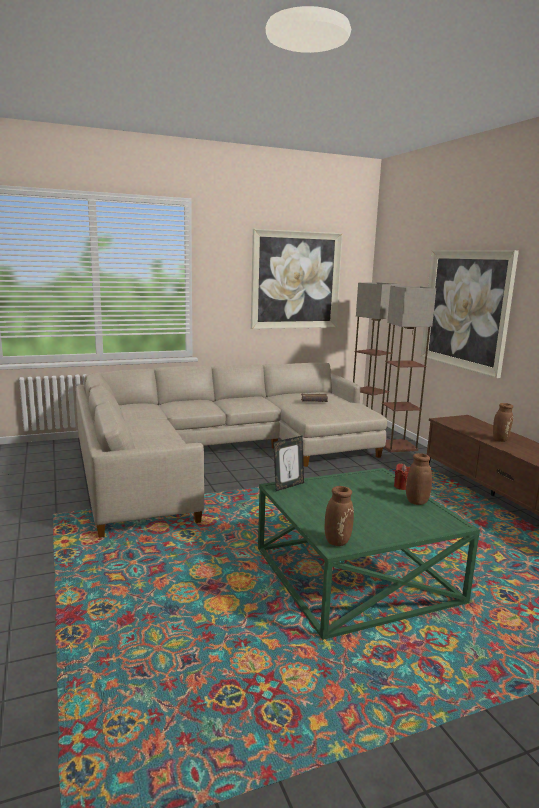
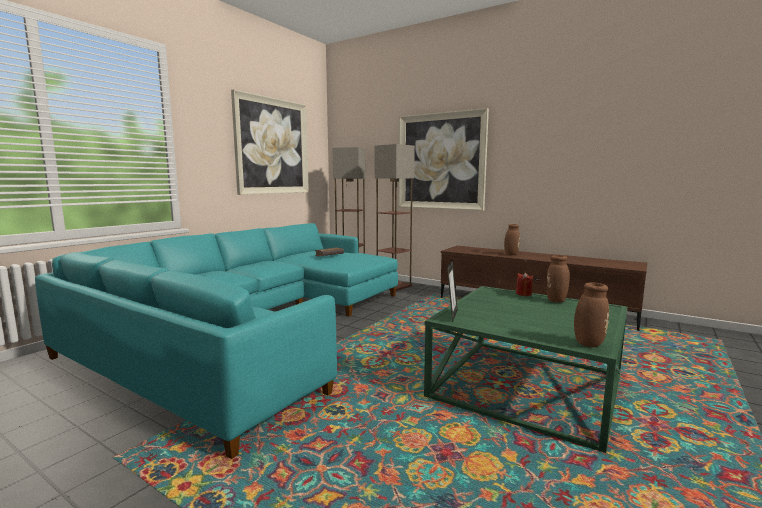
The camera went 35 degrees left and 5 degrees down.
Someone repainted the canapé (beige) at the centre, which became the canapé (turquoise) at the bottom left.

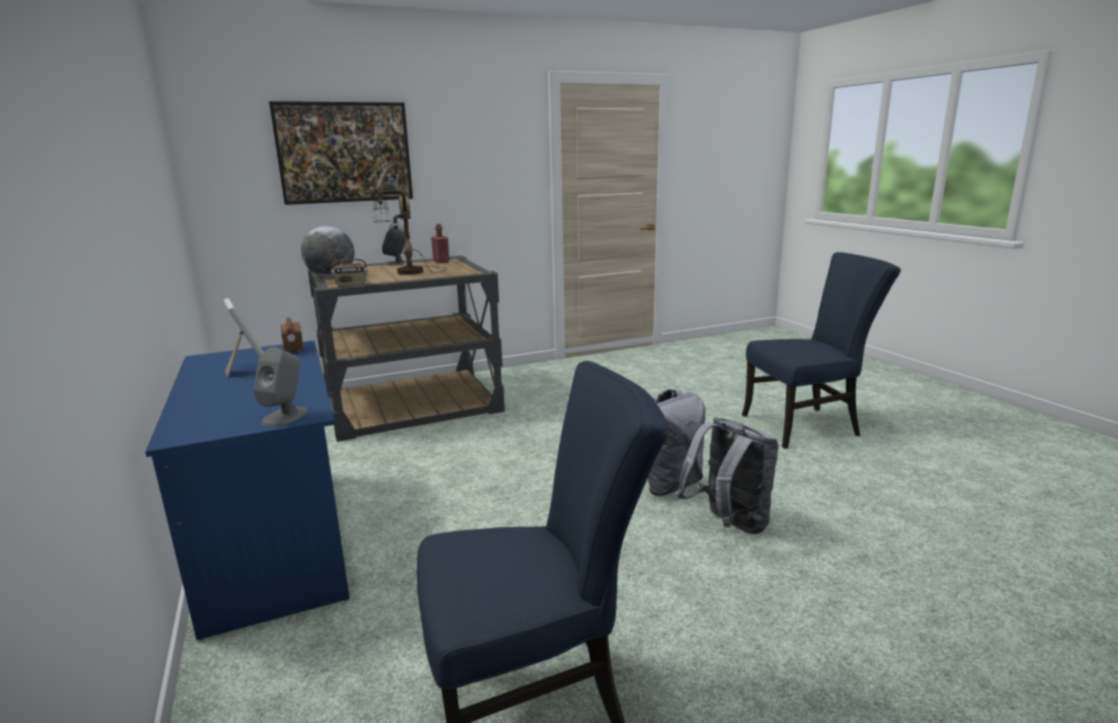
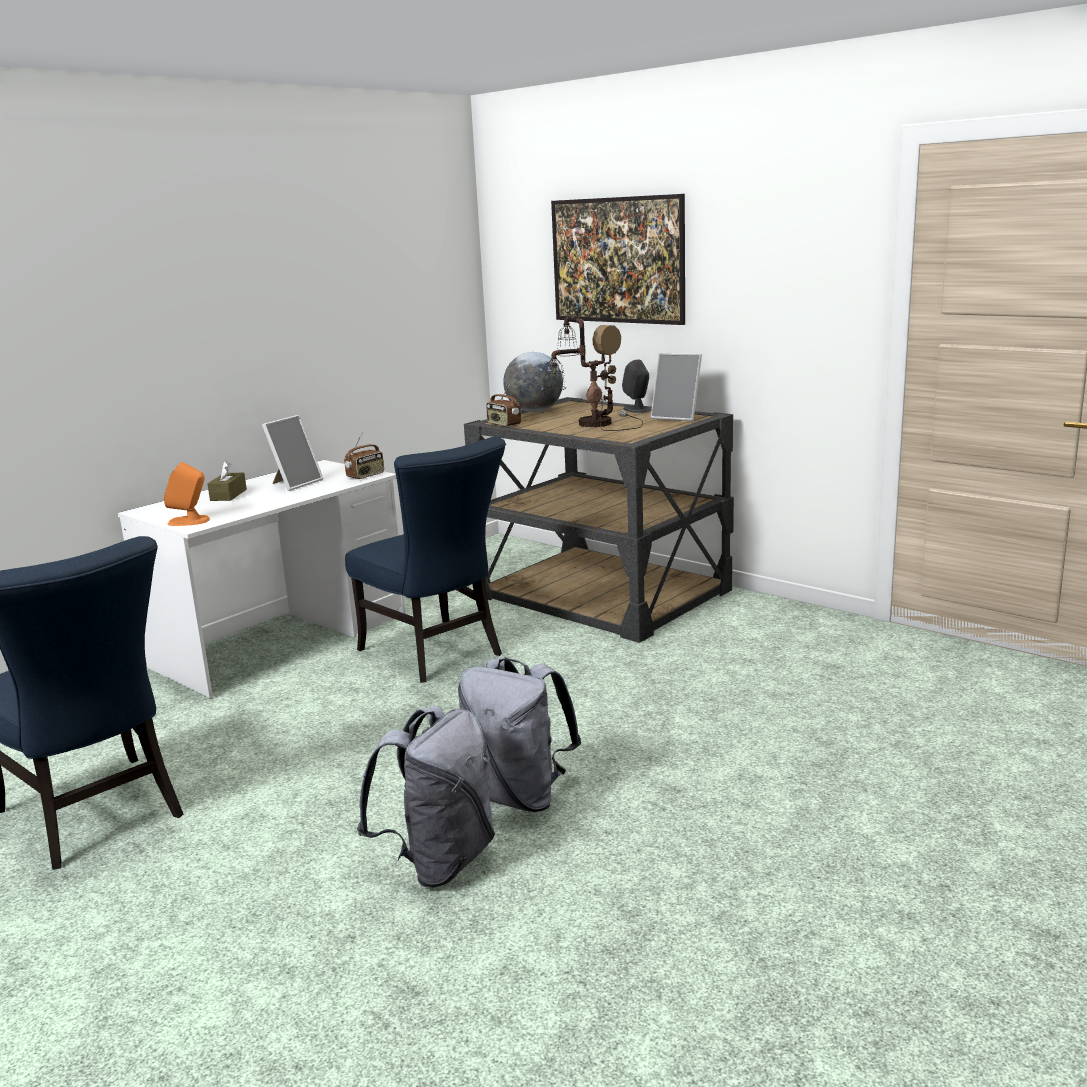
The camera went 65 degrees right and 0 degrees up.
Someone repainted the bureau (bleu) at the bottom left, which became the bureau (blanc) at the middle left.
Someone repainted the enceinte (gris) (no. 1 from left) at the middle left, which became the enceinte (orange) at the middle left.
Someone swapped the bouteille (rouge) at the centre for the cadre photo (no. 2 from left) at the centre.
Someone carried the chaise (bleu) (no. 2 from left) from the middle right to the centre.
Someone put down the boîte à mouchoirs (marron) at the middle left.

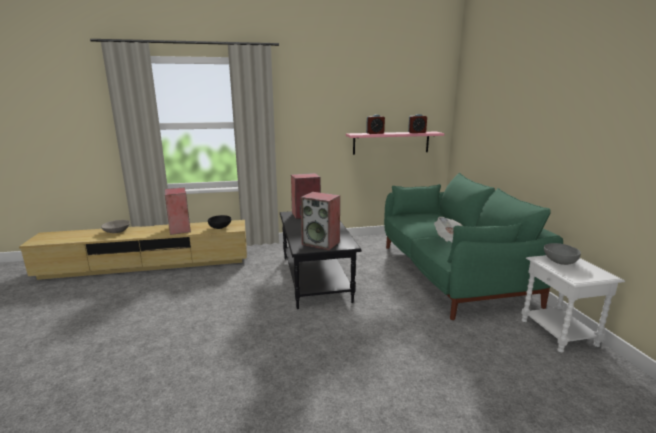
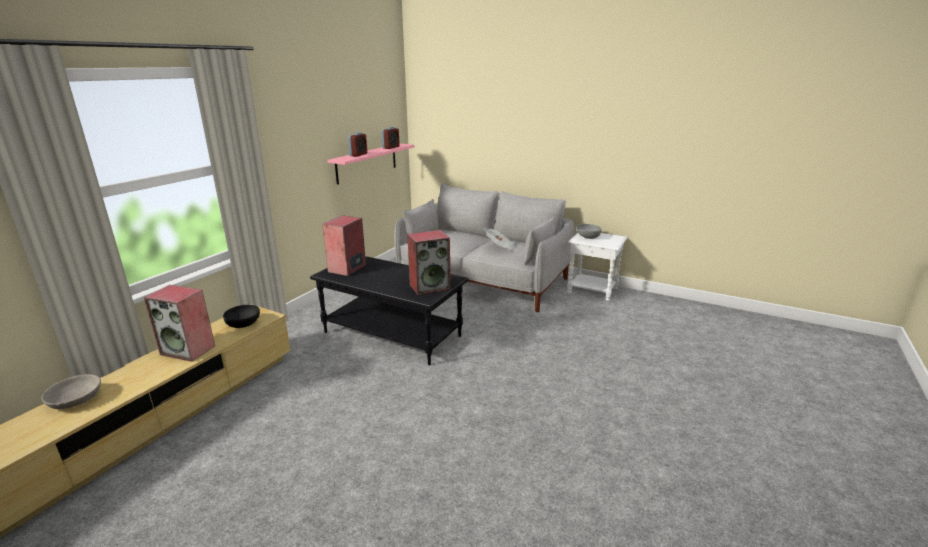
The camera went 50 degrees left and 5 degrees up.
Someone repainted the canapé (vert) at the middle right, which became the canapé (gris) at the centre.

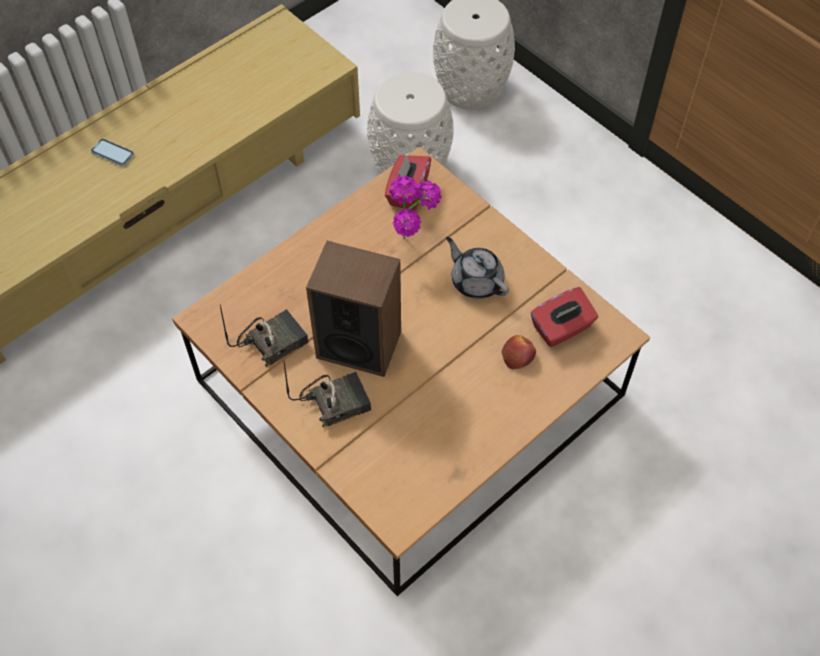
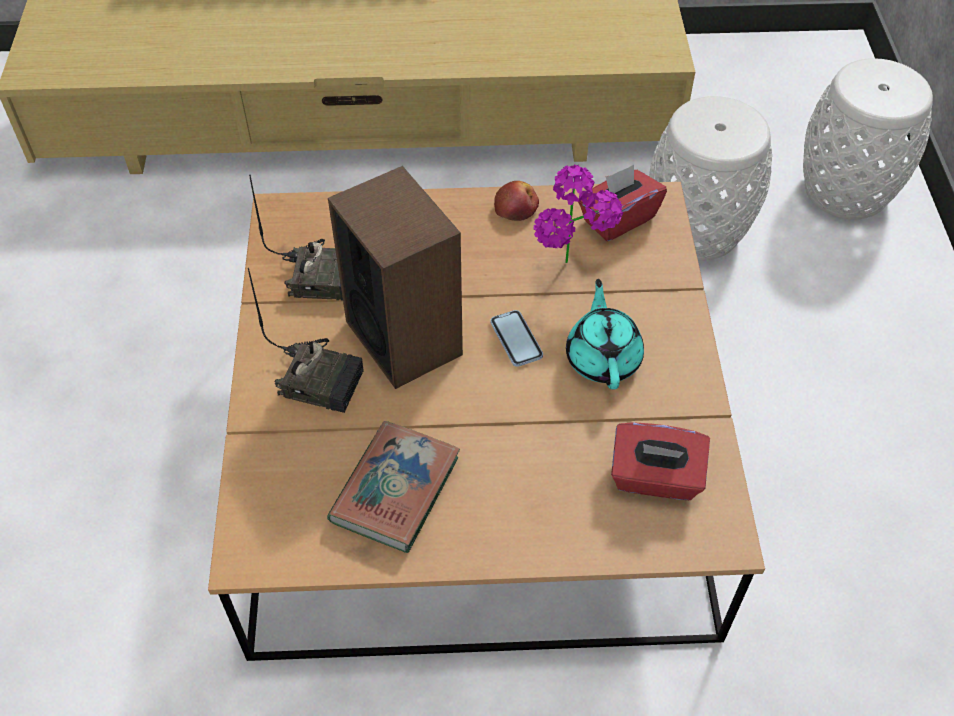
The camera went 40 degrees right and 5 degrees down.
Someone carried the téléphone from the top left to the centre.
Someone repainted the théière (gris) at the centre, which became the théière (turquoise) at the centre.
Someone carried the pomme from the centre to the top centre.
Someone put down the livre at the bottom centre.

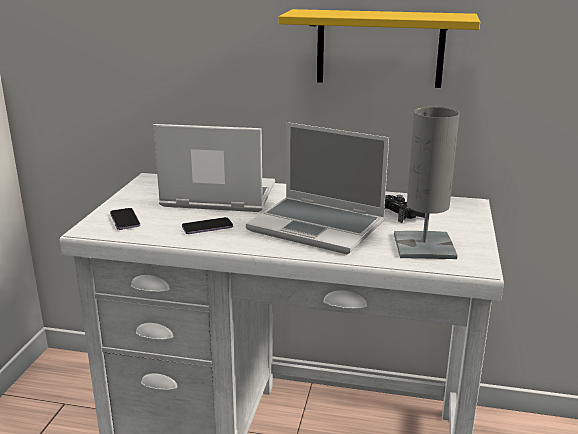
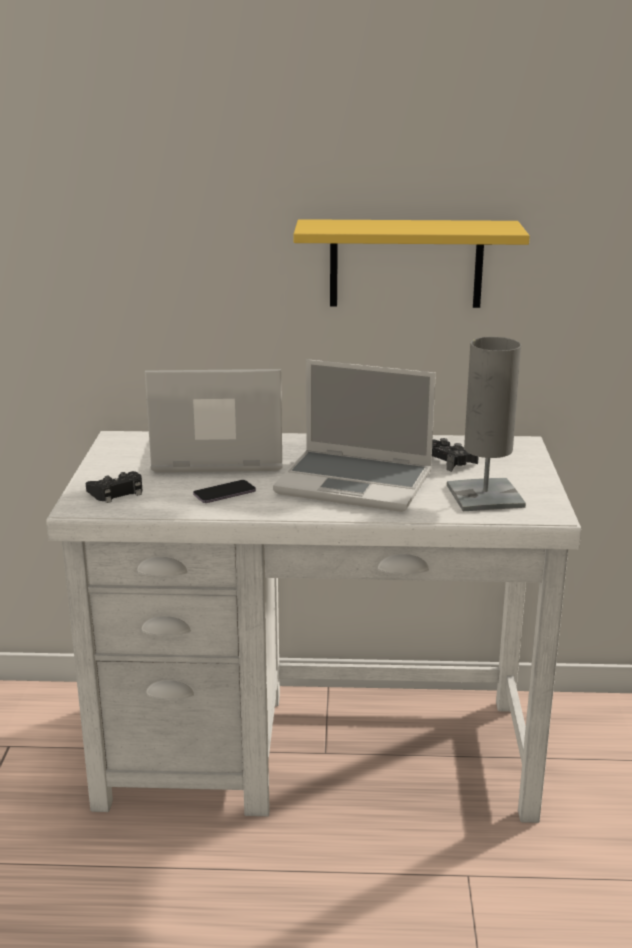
The camera went 10 degrees left and 0 degrees up.
Someone swapped the téléphone (no. 1 from left) at the middle left for the manette (noir) (no. 1 from left) at the middle left.

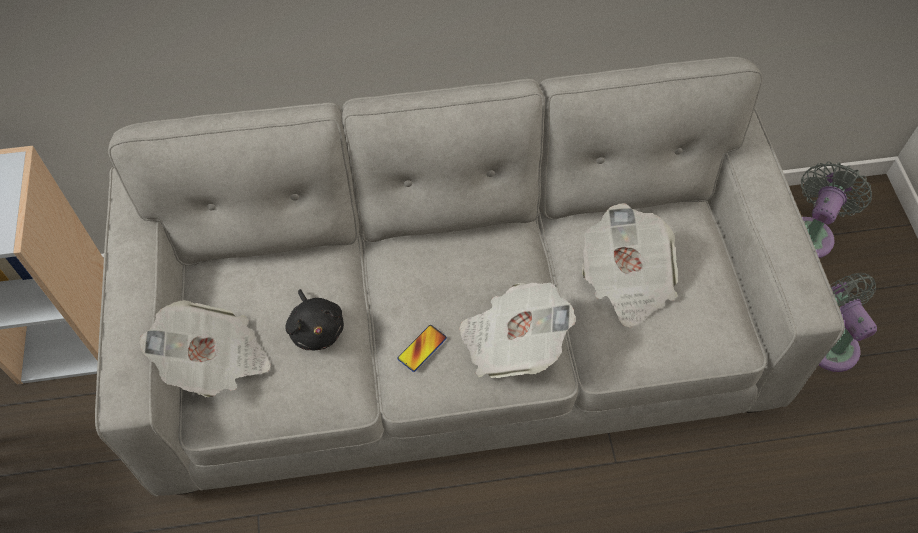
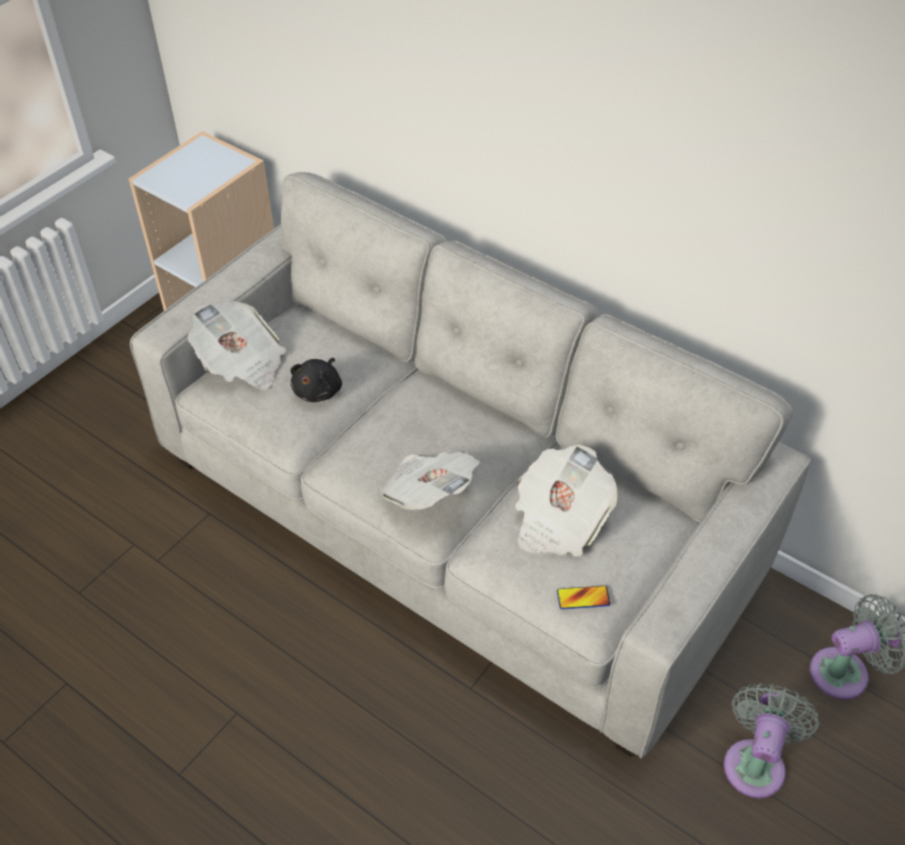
The camera went 45 degrees right and 10 degrees down.
Someone carried the téléphone from the centre to the bottom centre.

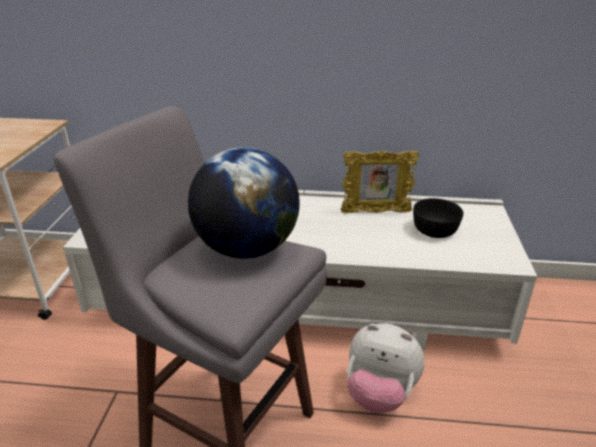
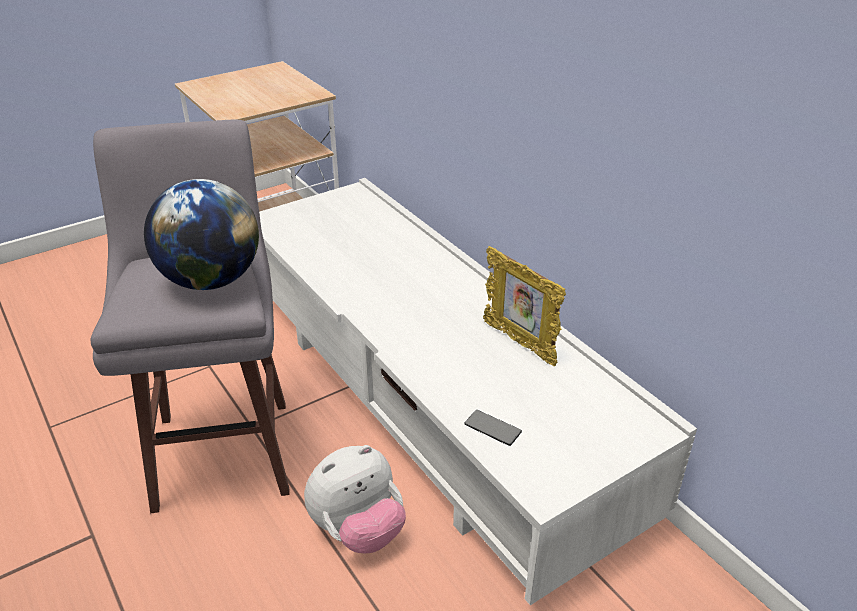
The camera went 50 degrees right and 5 degrees up.
Someone rotated the peluche at the bottom centre by 105 degrees counterclockwise.
Someone took away the bol (noir) at the middle right.
Someone put down the téléphone at the bottom centre.

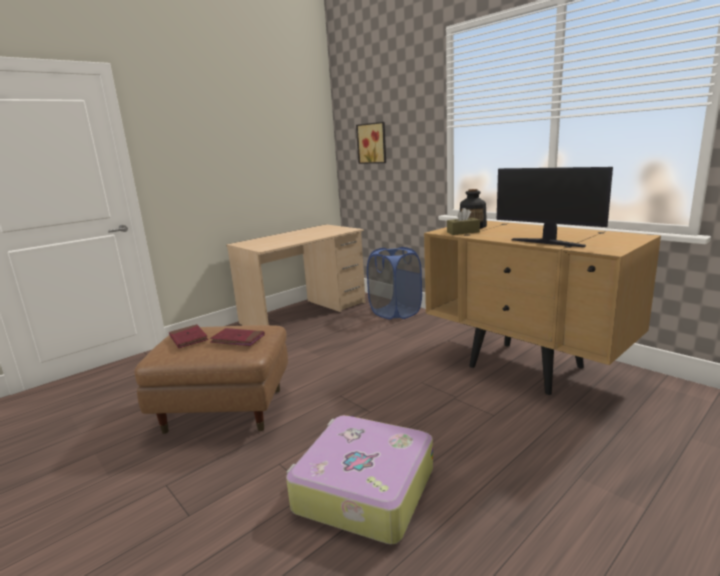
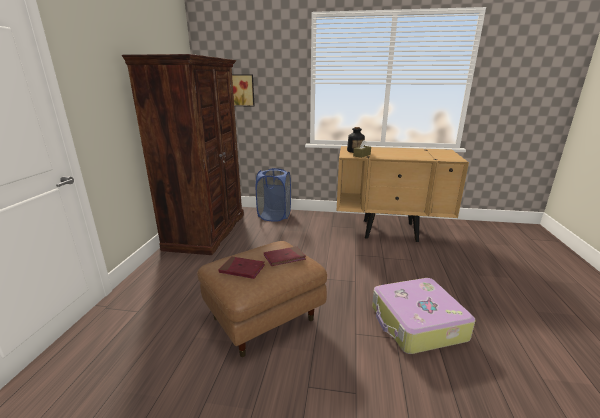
The camera went 40 degrees left and 5 degrees up.
Someone swapped the bureau (beige) at the centre for the armoire (marron) at the middle left.
Someone took away the écran d'ordinateur at the middle right.

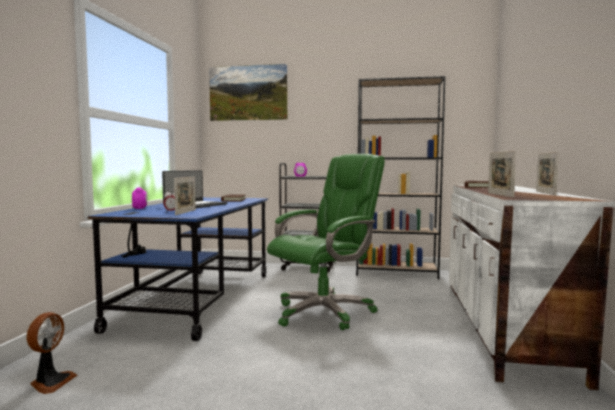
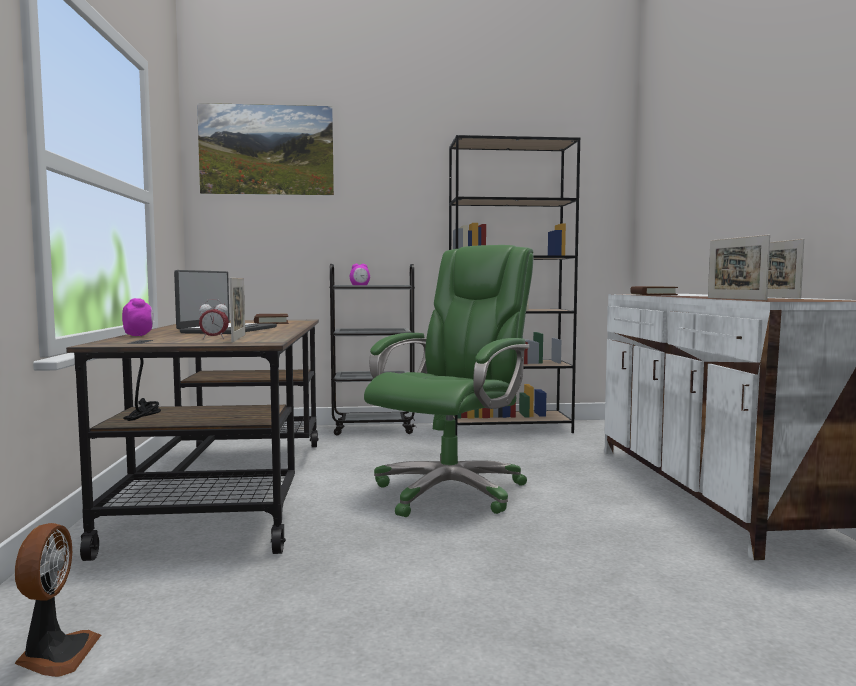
The camera went 15 degrees left and 0 degrees up.
Someone repainted the bureau (bleu) at the middle left, which became the bureau (marron) at the middle left.

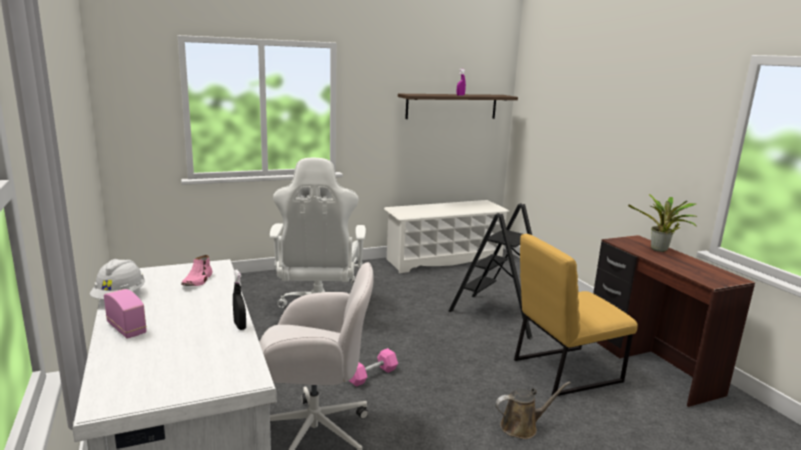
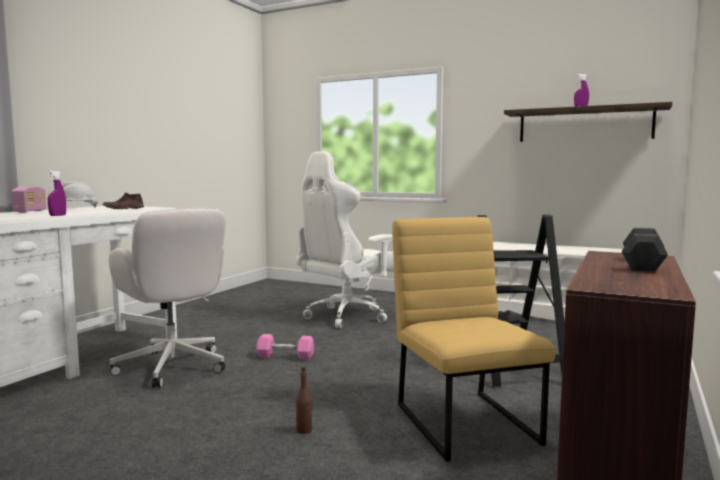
The camera went 50 degrees right and 10 degrees down.
Someone repainted the chaussure (rose) at the middle left, which became the chaussure (marron) at the middle left.
Someone repainted the vaporisateur (noir) at the bottom left, which became the vaporisateur (violet) (no. 1 from left) at the middle left.
Someone swapped the arrosoir (marron) at the bottom centre for the bouteille (marron) at the bottom centre.
Someone rotated the chaise (jaune) at the bottom right by 45 degrees clockwise.
Someone swapped the plante en pot at the middle right for the haltère (gris) at the middle right.

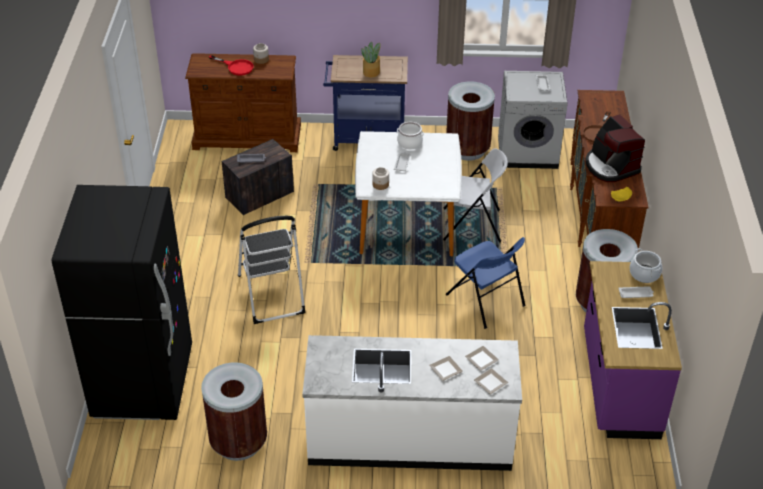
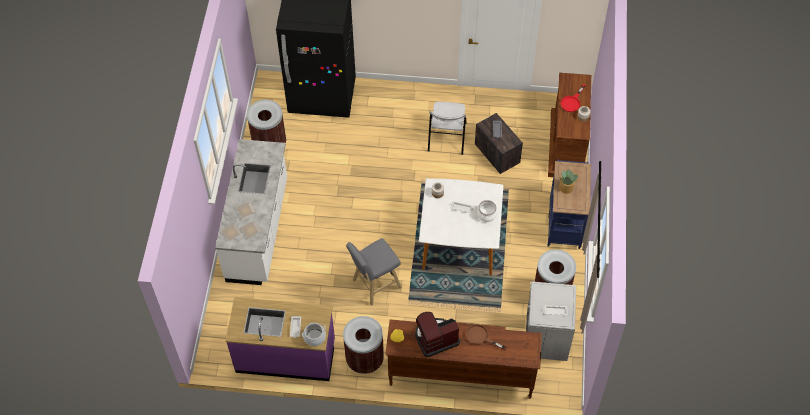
The camera went 95 degrees right and 15 degrees up.
Someone took away the escabeau at the centre.
Someone carried the chaise (blanc) from the centre to the top centre.
Someone swapped the chaise (bleu) at the centre for the tabouret (gris) at the centre.

